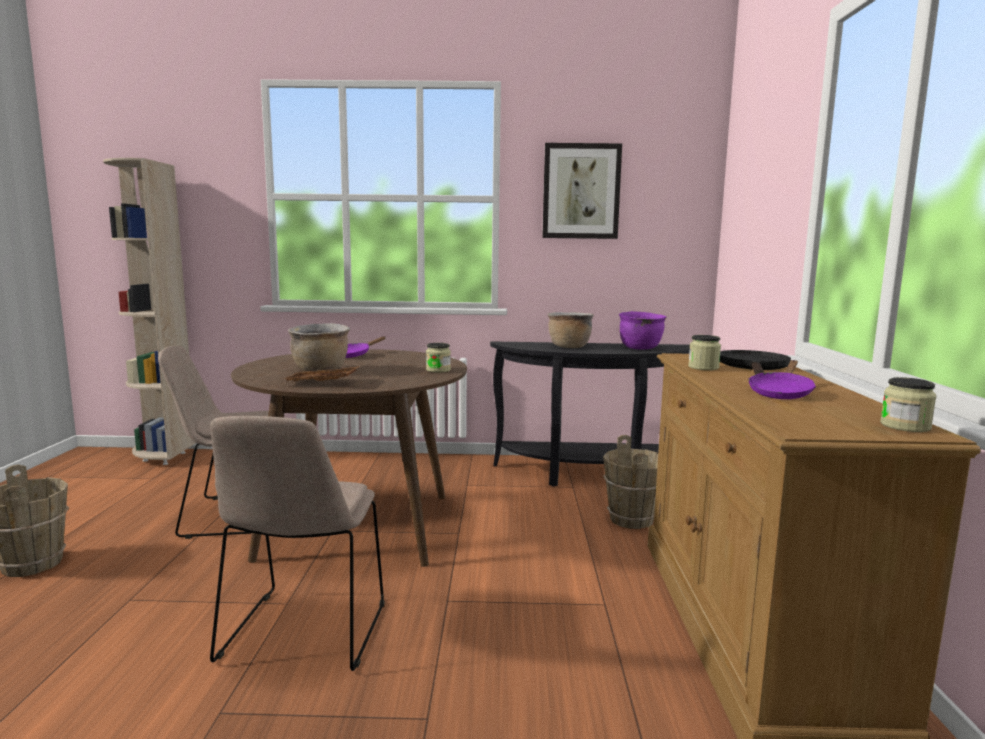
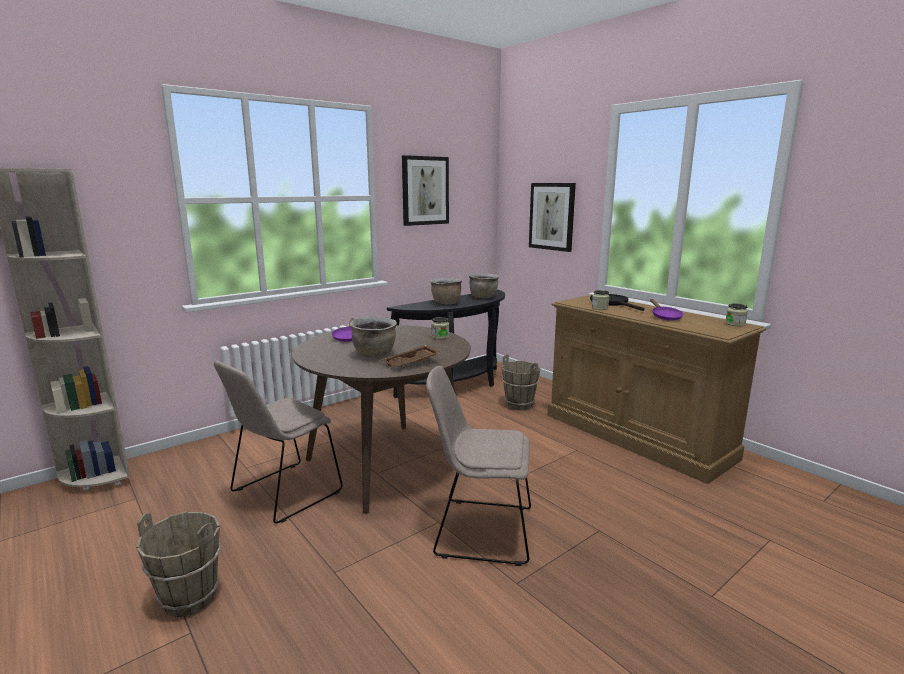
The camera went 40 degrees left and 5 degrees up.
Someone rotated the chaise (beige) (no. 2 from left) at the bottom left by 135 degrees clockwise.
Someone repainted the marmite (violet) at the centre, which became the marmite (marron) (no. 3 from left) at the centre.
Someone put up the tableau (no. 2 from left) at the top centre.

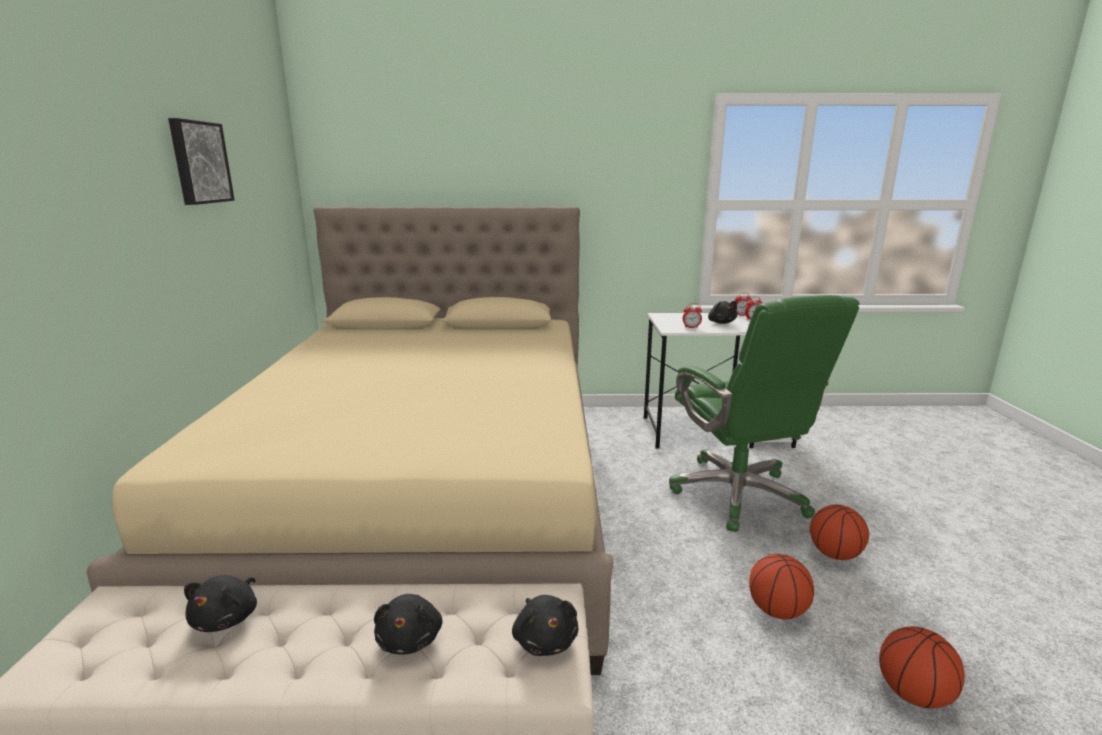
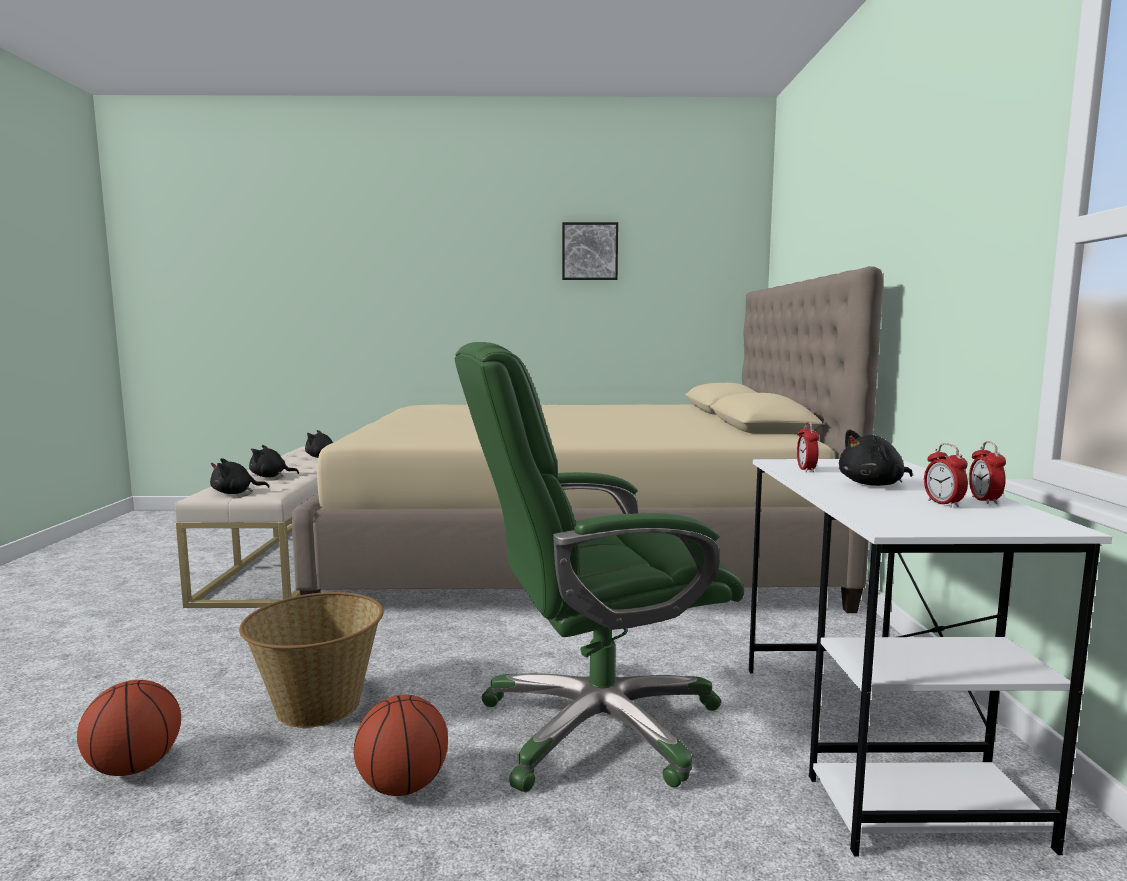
The camera went 90 degrees right and 10 degrees down.
Someone swapped the ballon de basket (no. 1 from left) at the bottom right for the panier at the bottom left.

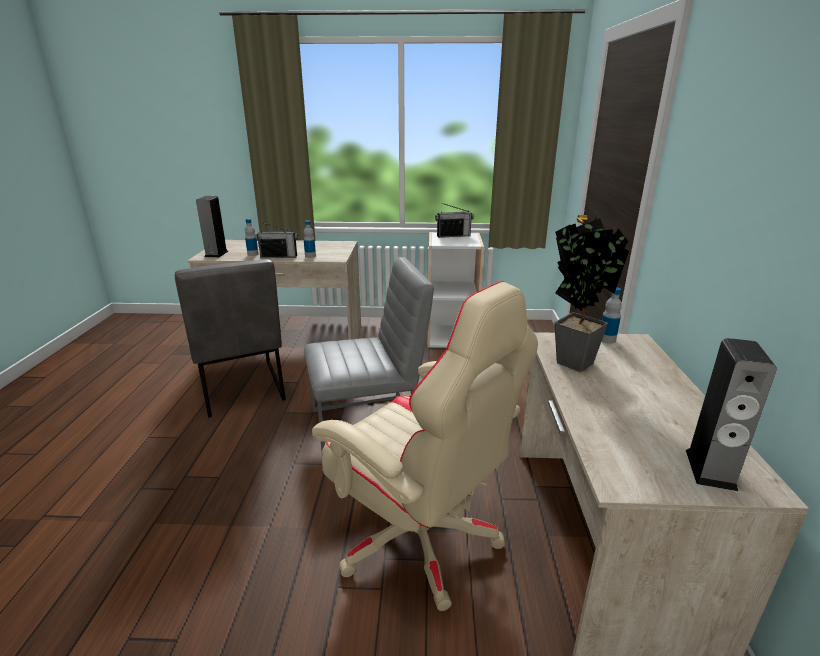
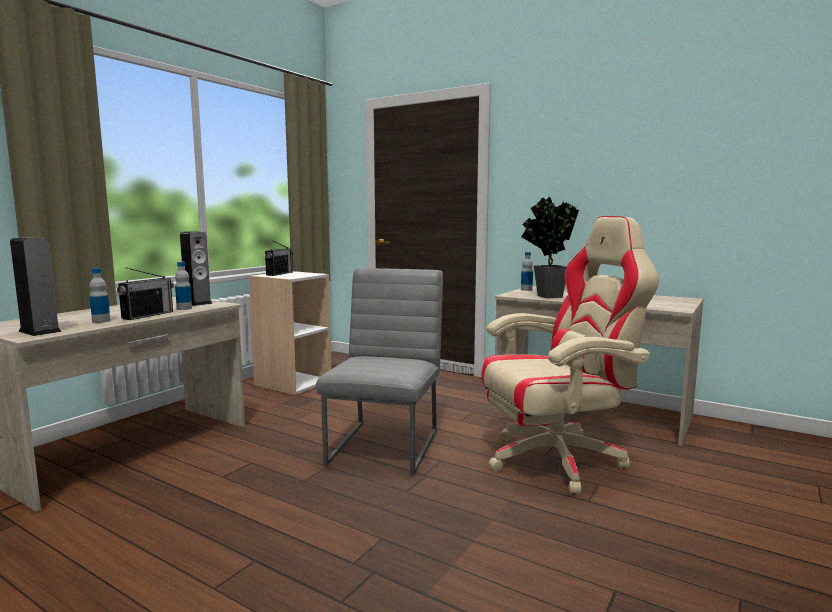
The camera went 60 degrees left and 15 degrees down.
Someone took away the chaise (gris) (no. 1 from left) at the middle left.
Someone carried the enceinte (no. 2 from left) from the middle right to the middle left.

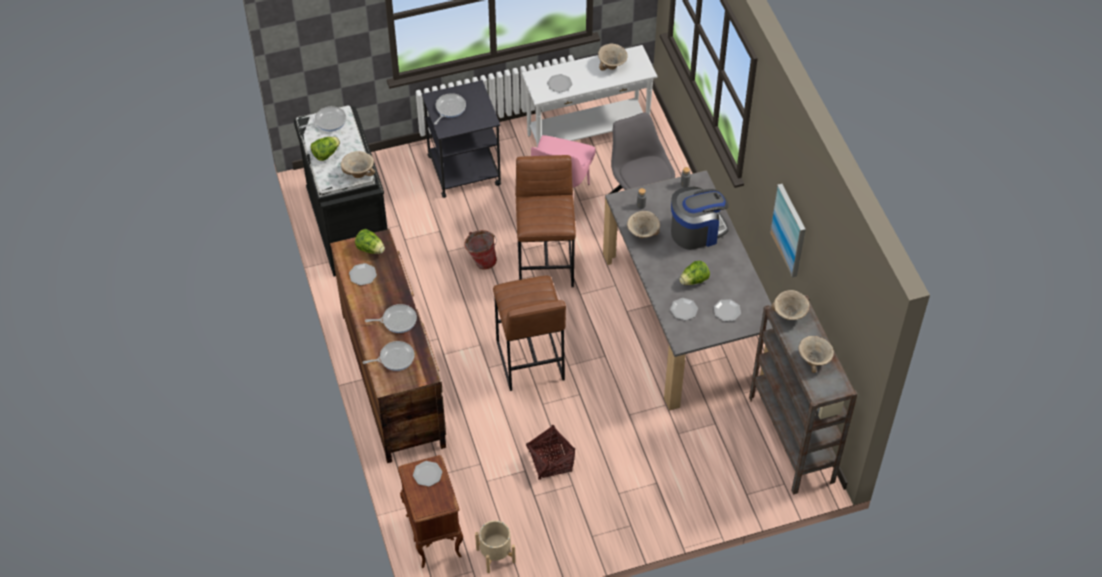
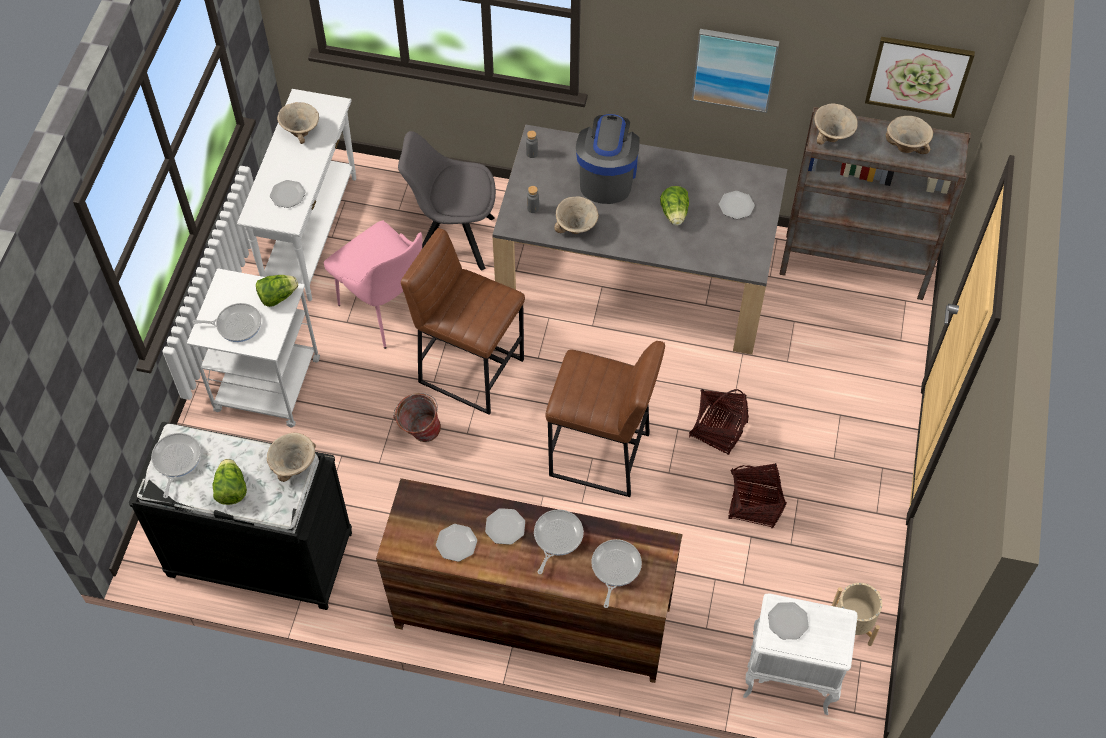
The camera went 60 degrees left and 5 degrees up.
Someone carried the laitue (no. 2 from left) from the centre to the middle left.
Someone repainted the table de chevet (marron) at the bottom centre, which became the table de chevet (blanc) at the bottom right.
Someone repainted the chariot (noir) at the top centre, which became the chariot (blanc) at the middle left.
Someone rotated the poêle (no. 4 from left in the first image) at the top centre by 120 degrees clockwise.
Someone carried the assiette (no. 4 from left in the first image) from the centre to the bottom centre.
Someone put down the panier (no. 1 from left) at the centre.
Someone put up the tableau (no. 2 from left) at the top right.

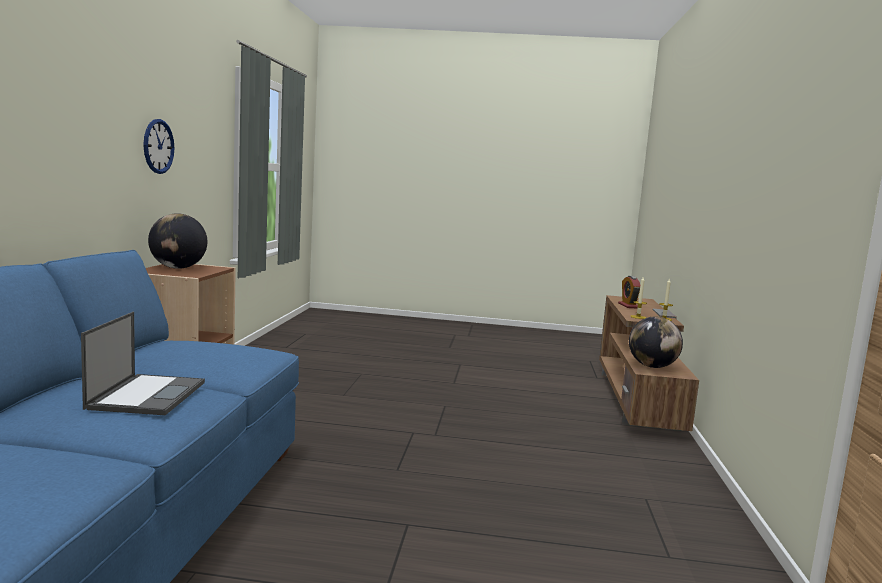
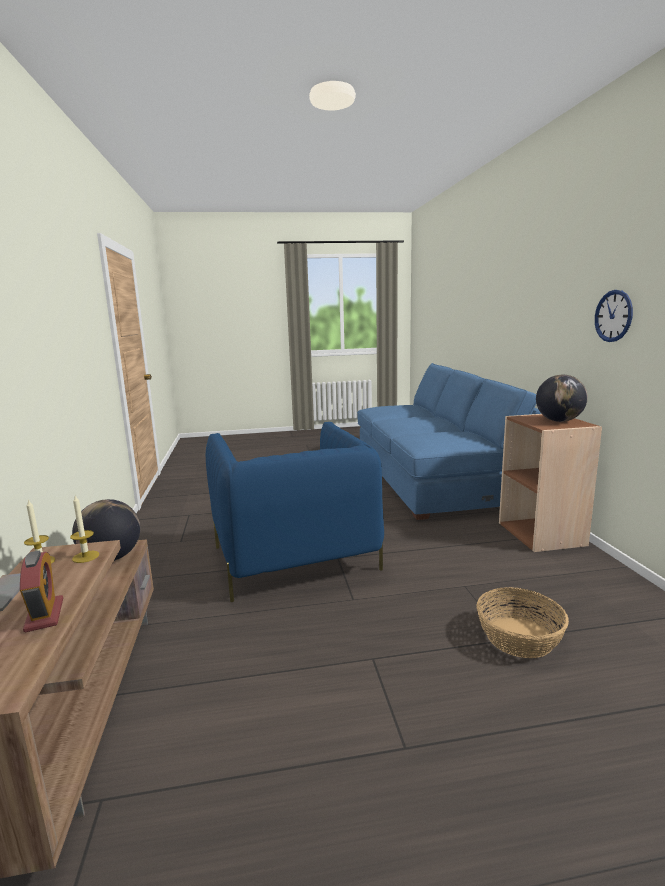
The camera went 165 degrees right and 5 degrees up.
Someone took away the ordinateur portable at the middle left.
Someone put down the fauteuil (bleu) at the centre.
Someone put down the panier at the bottom right.

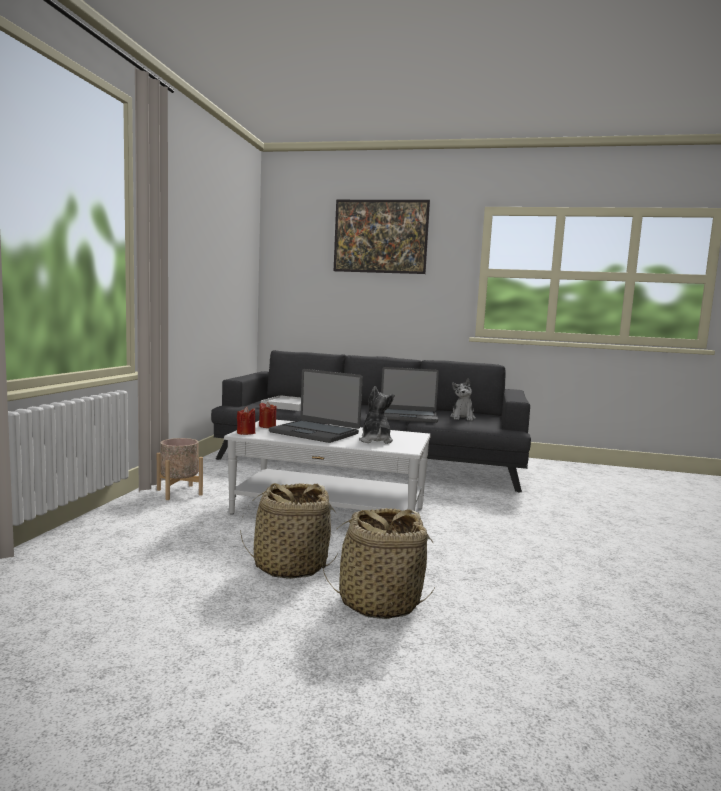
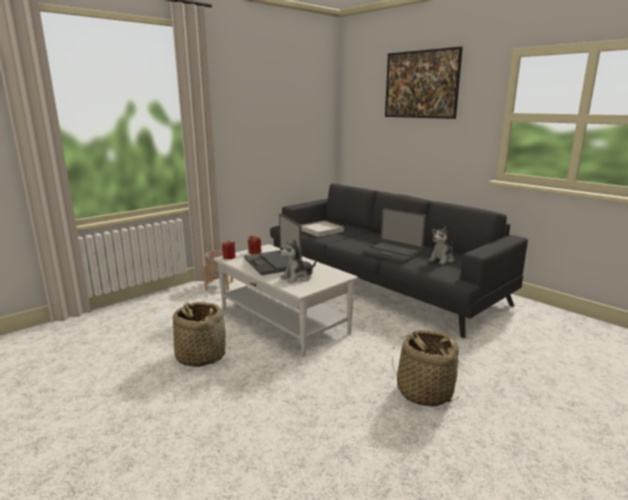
The camera went 35 degrees right and 10 degrees up.
Someone carried the panier (no. 2 from left) from the bottom centre to the bottom right.
Someone rotated the peluche (no. 1 from left) at the centre by 150 degrees counterclockwise.

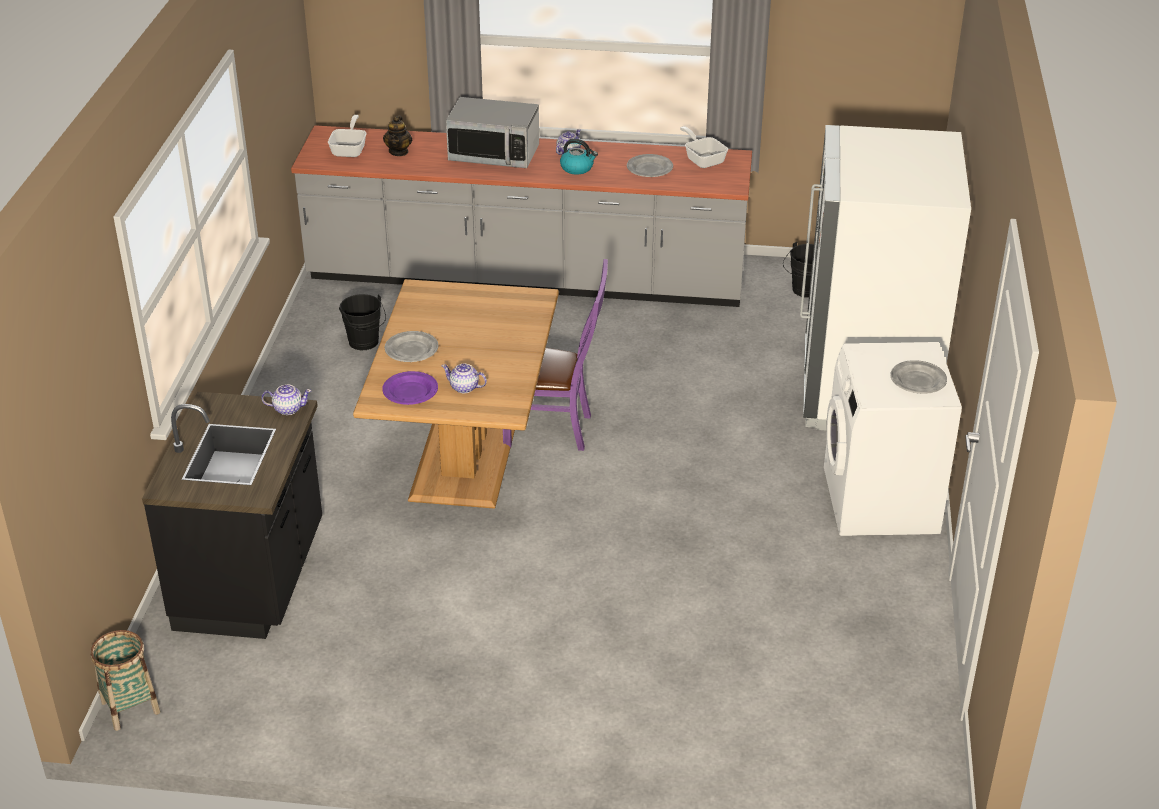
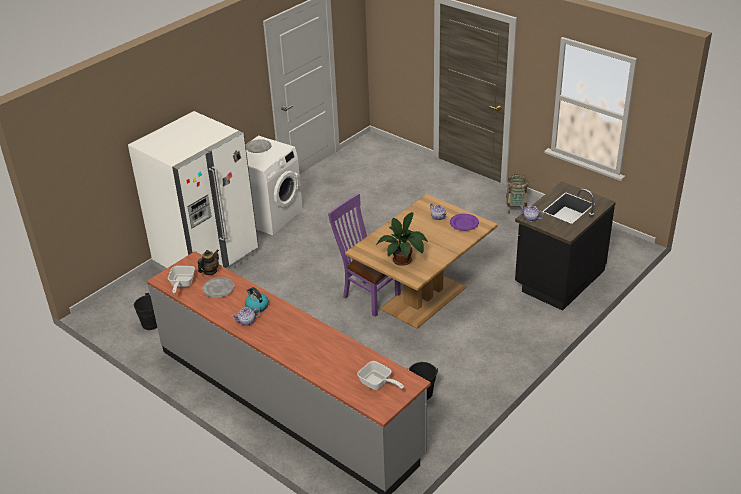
The camera went 145 degrees left and 0 degrees up.
Someone carried the panier from the bottom left to the middle right.
Someone rotated the poêle (no. 1 from left in the first image) at the top left by 90 degrees counterclockwise.
Someone carried the théière (no. 2 from left in the first image) from the top centre to the middle left.
Someone took away the assiette (gris) (no. 1 from left) at the centre.
Someone took away the micro-ondes at the top centre.
Someone put down the plante en pot at the centre.

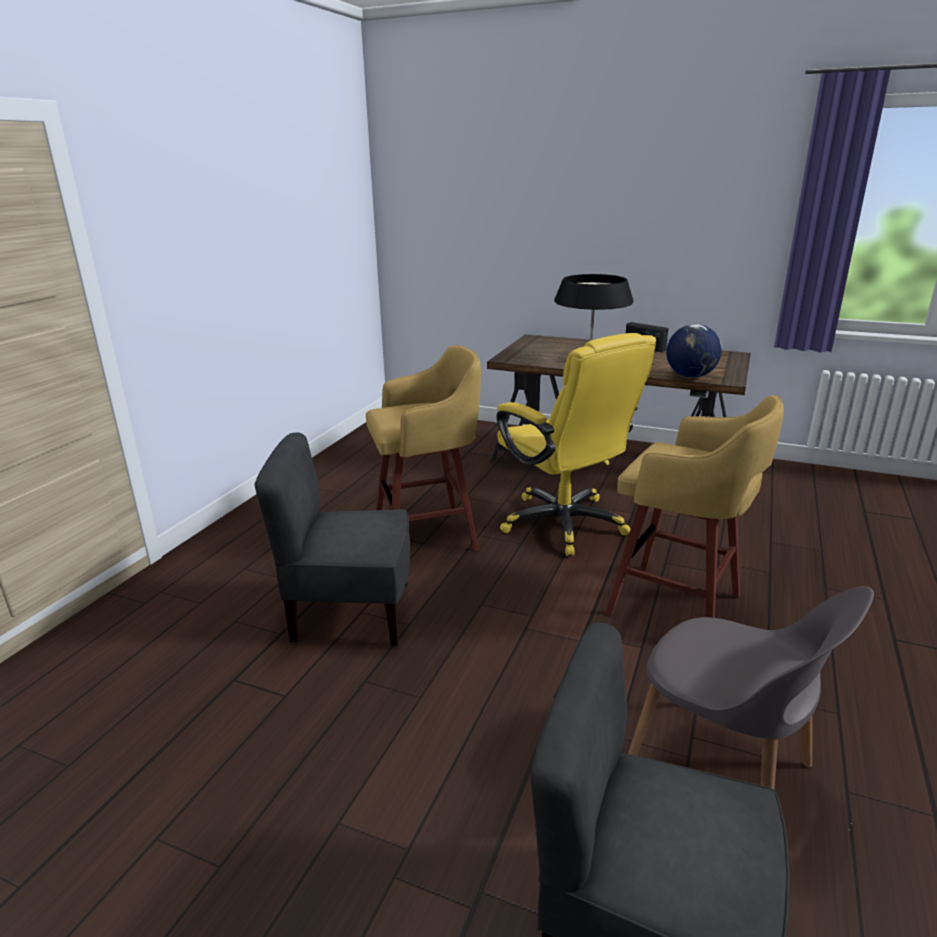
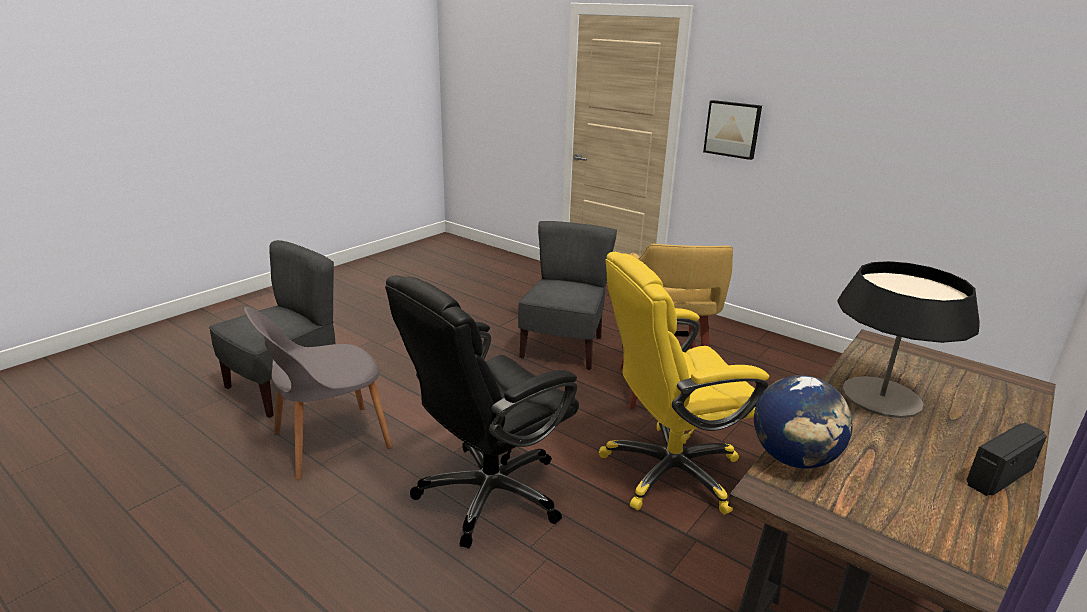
The camera went 105 degrees right and 0 degrees up.
Someone swapped the tabouret (jaune) (no. 2 from left) at the middle right for the chaise de bureau (noir) at the bottom centre.
Someone put up the tableau at the top right.

